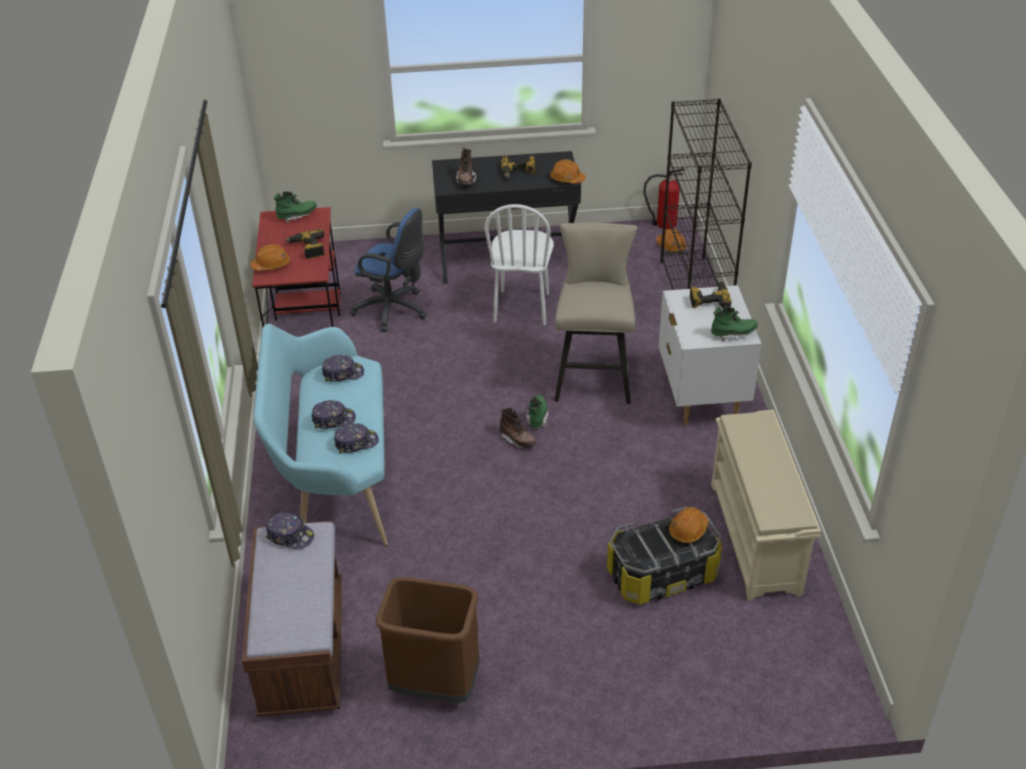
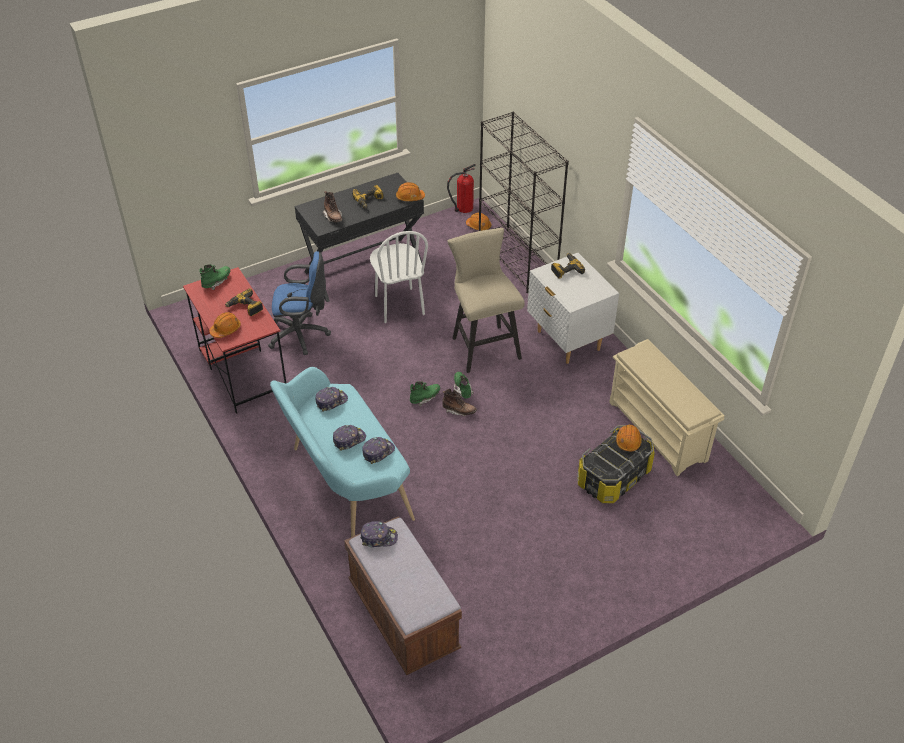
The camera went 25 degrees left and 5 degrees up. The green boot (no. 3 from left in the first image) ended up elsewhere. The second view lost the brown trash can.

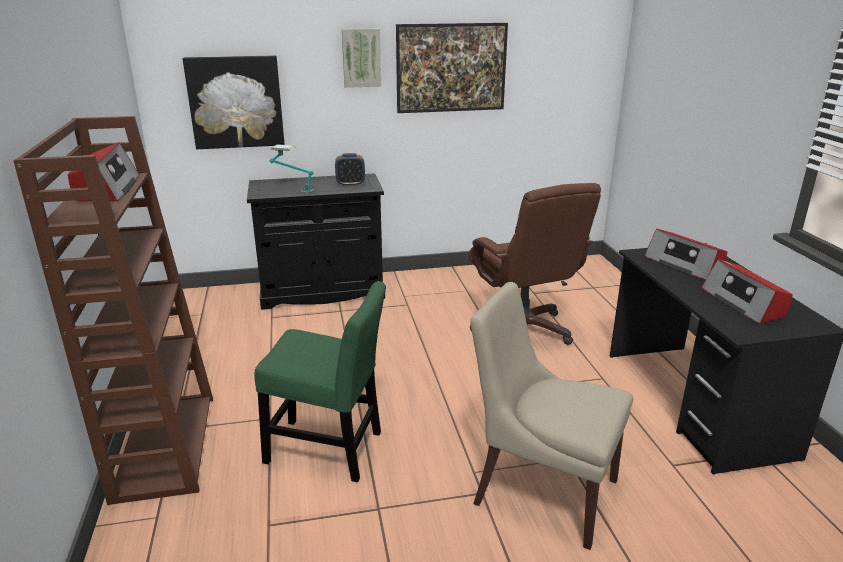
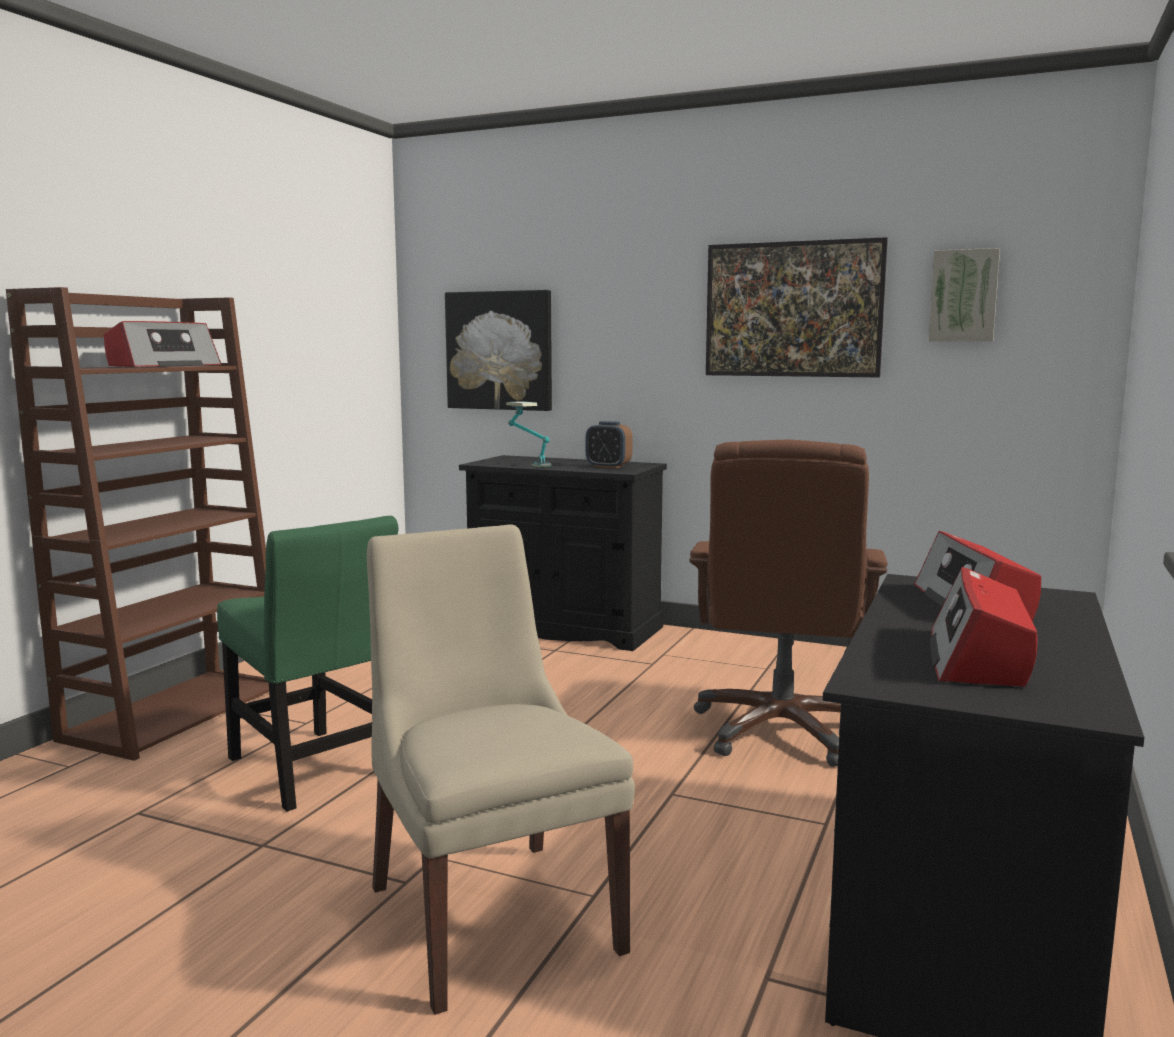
The camera went 35 degrees right and 15 degrees down. The picture (no. 2 from left in the first image) ended up elsewhere.

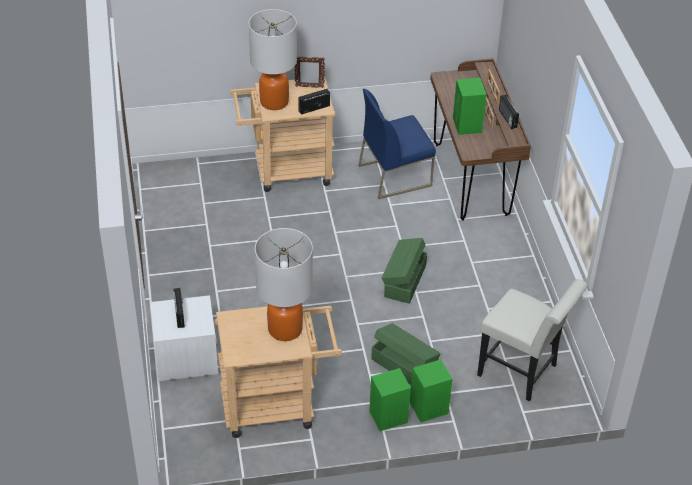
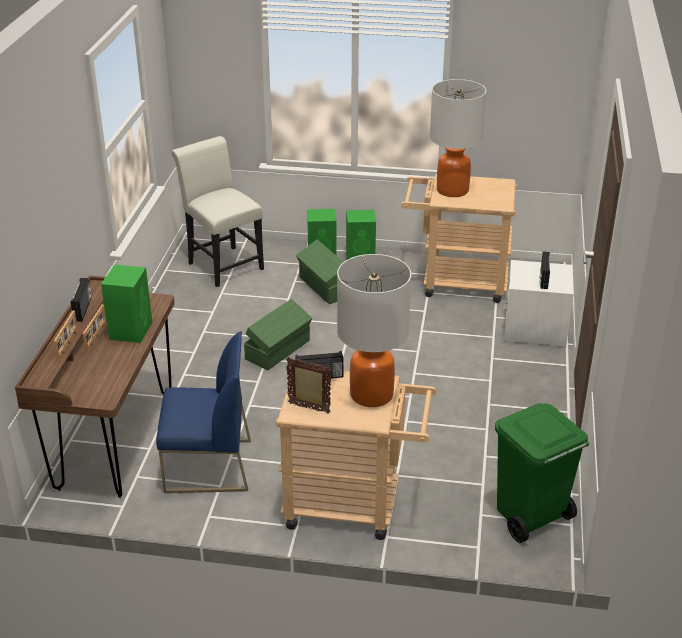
The camera went 160 degrees left and 10 degrees down. The second view gained the green trash can.

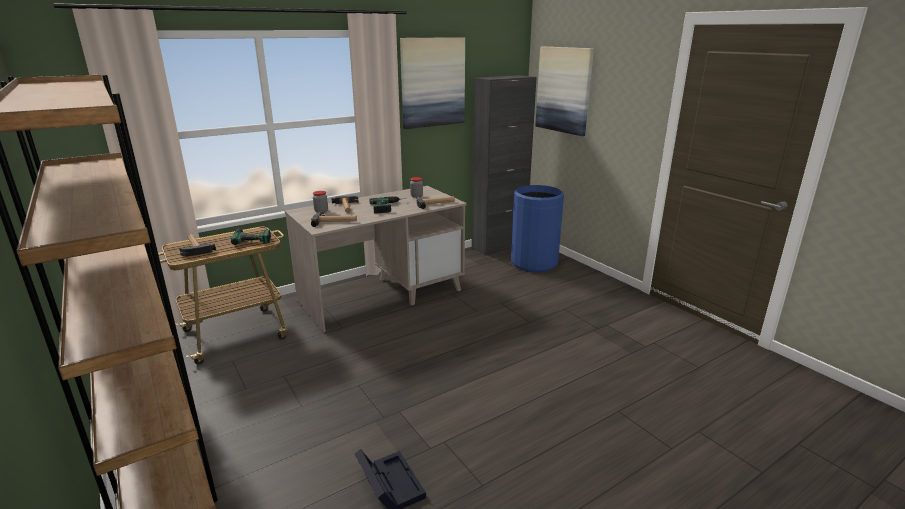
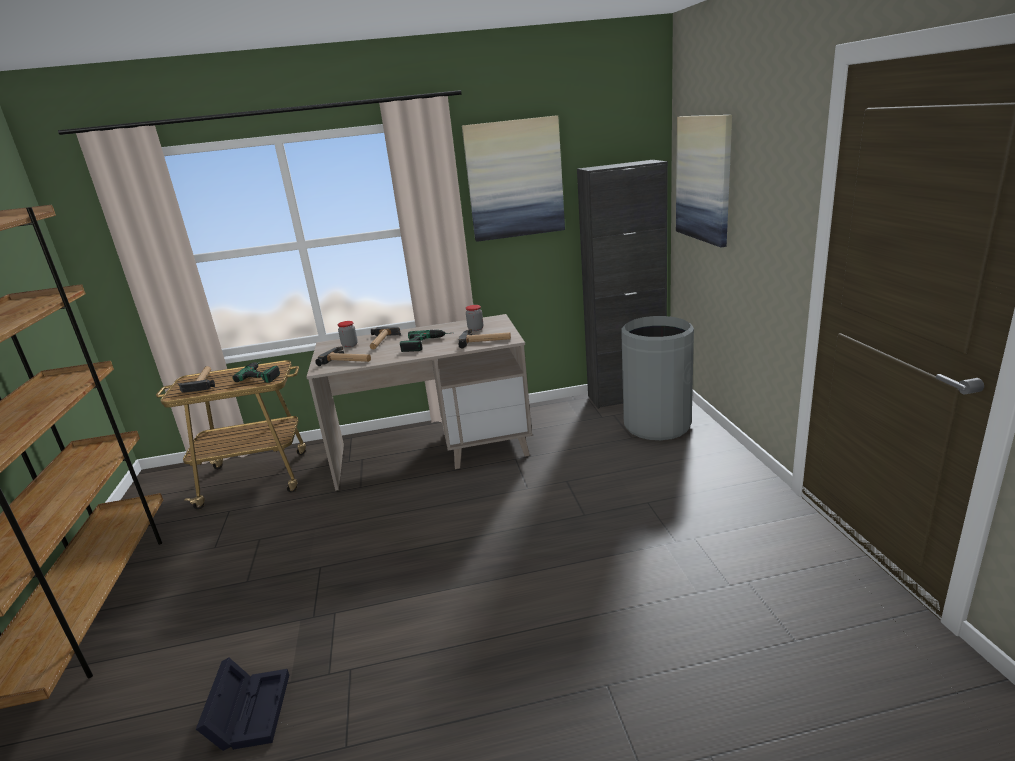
The camera went 25 degrees right and 0 degrees up. What was the blue trash can turned into the grey trash can.

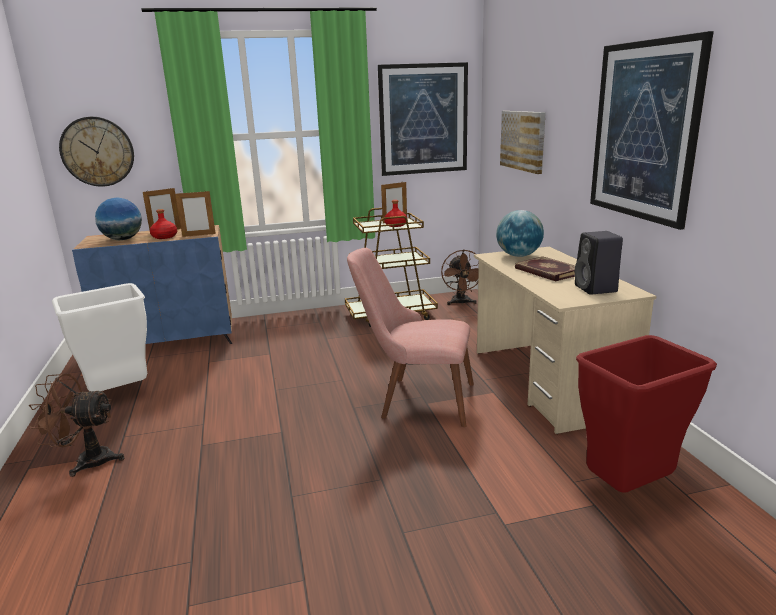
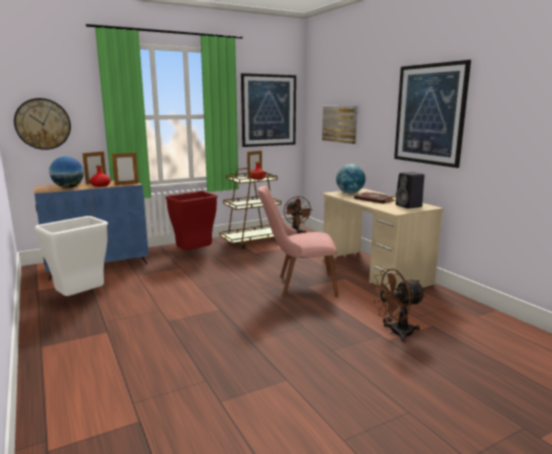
The camera went 15 degrees left and 5 degrees down. The red trash can ended up elsewhere. The brown fan (no. 1 from left in the first image) ended up elsewhere.

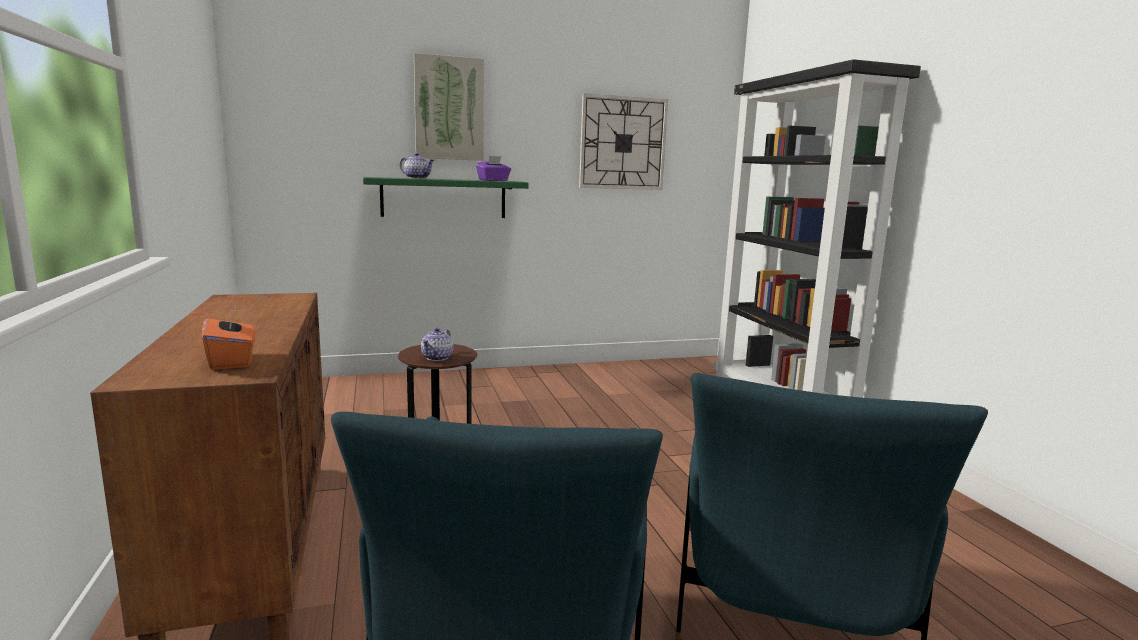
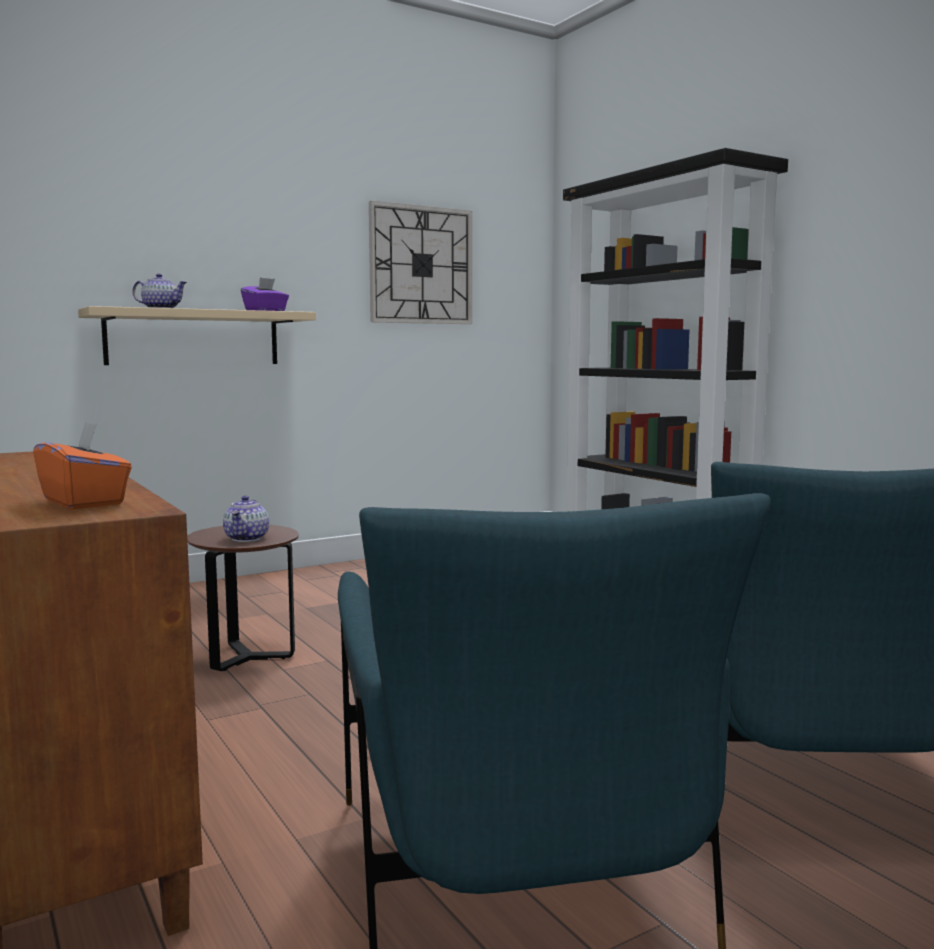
The camera went 15 degrees left and 5 degrees down. What was the green shelf turned into the beige shelf. The second view lost the picture.

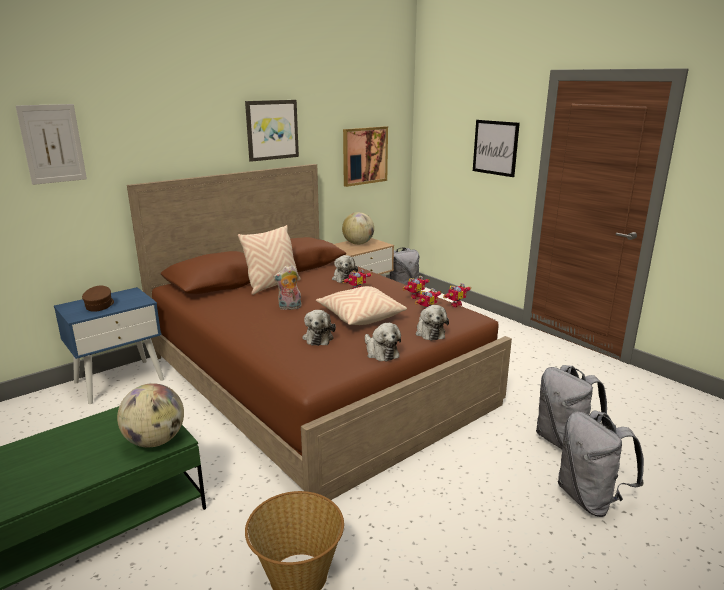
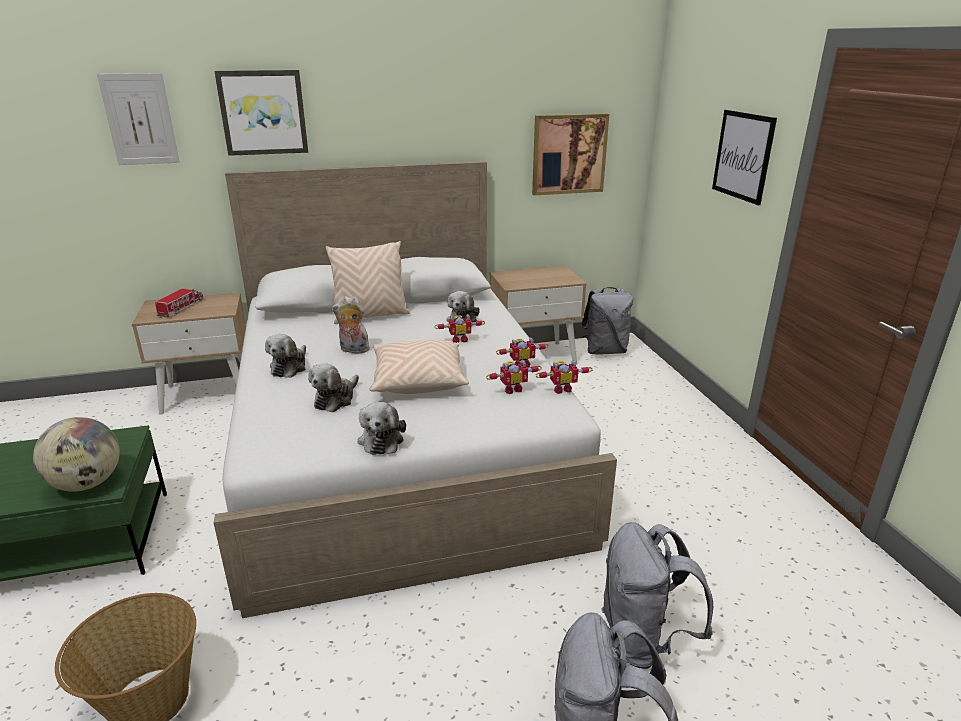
The camera went 25 degrees right and 5 degrees up. What was the blue nightstand turned into the beige nightstand (no. 1 from left). Where the brown cap stood, the toy truck came to stand. The picture (no. 2 from left) ended up elsewhere. What was the brown bed turned into the white bed. The plush toy (no. 5 from left in the first image) ended up elsewhere. The second view lost the globe (no. 2 from left).

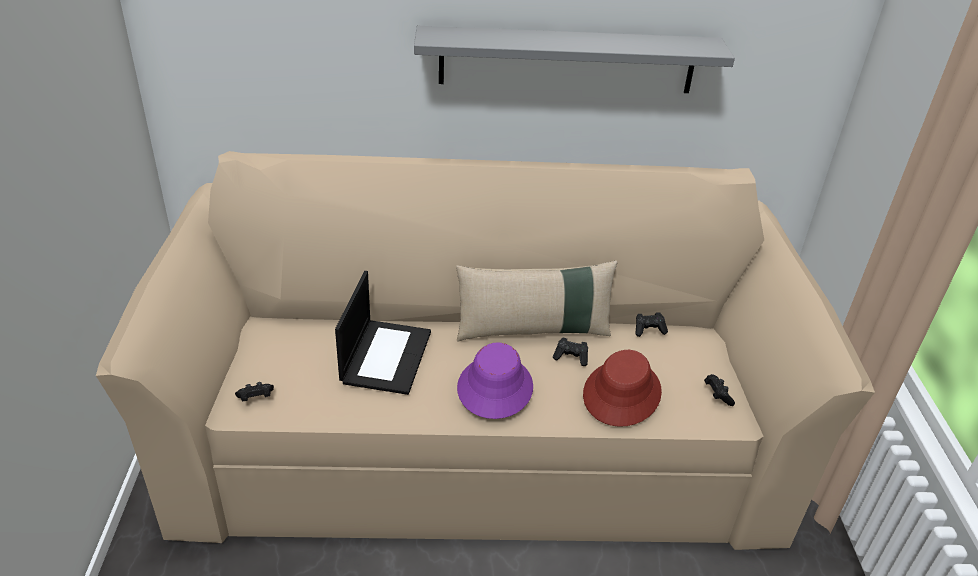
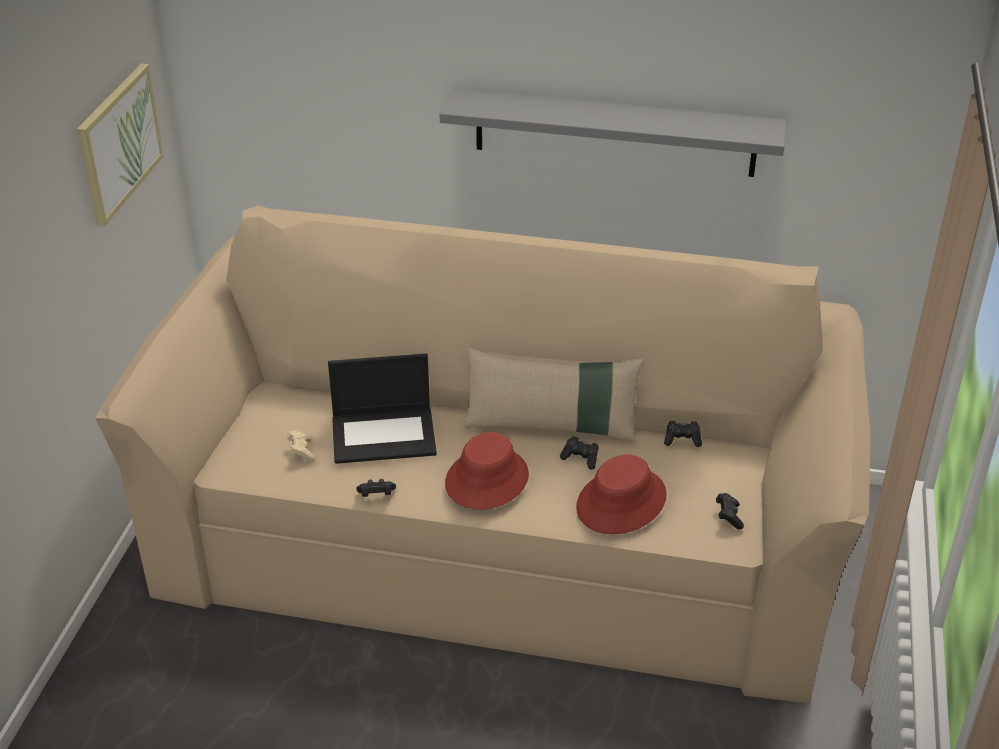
The camera went 15 degrees right and 0 degrees up. The second view gained the picture. The second view gained the beige game controller. The laptop ended up facing another way, 60 degrees clockwise from before. The black game controller (no. 1 from left) ended up elsewhere. What was the purple hat turned into the red hat (no. 1 from left).

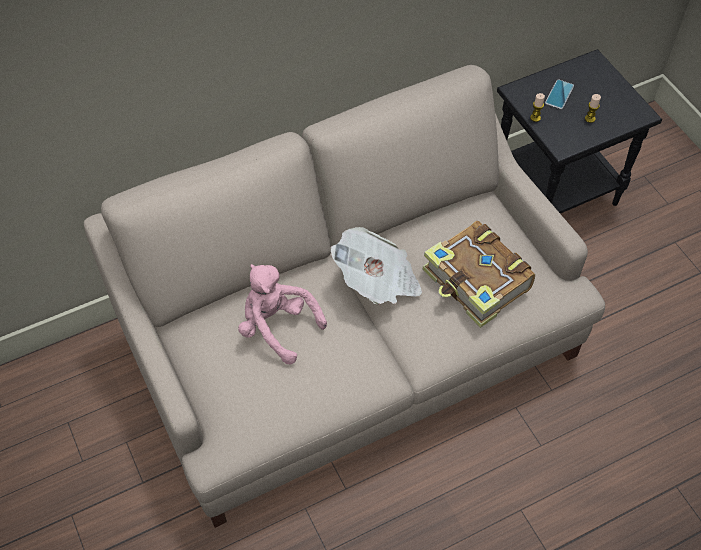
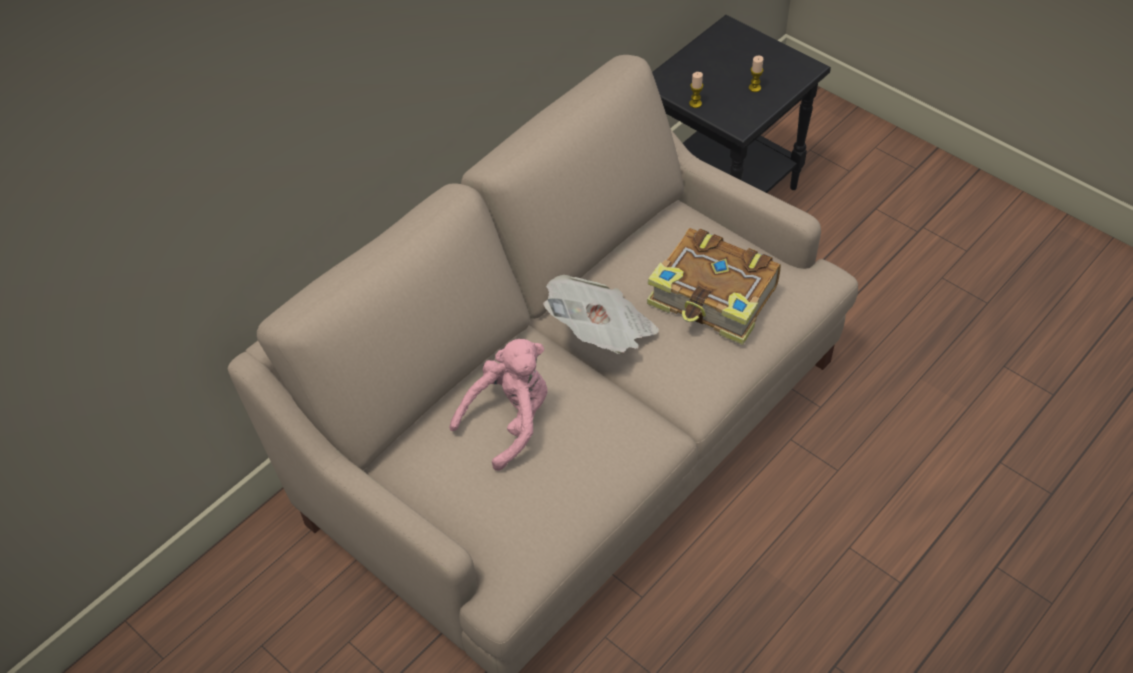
The camera went 20 degrees left and 5 degrees down. The pink plush toy ended up facing another way, 120 degrees clockwise from before. The second view lost the phone.

